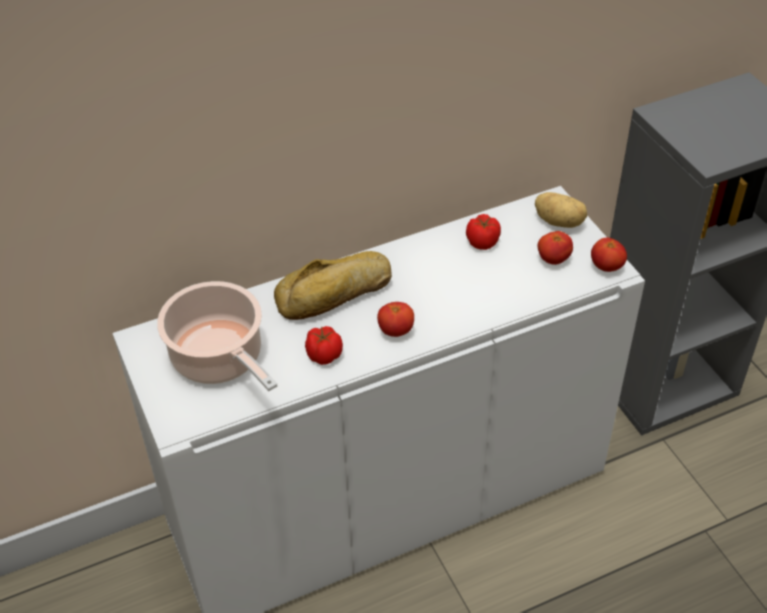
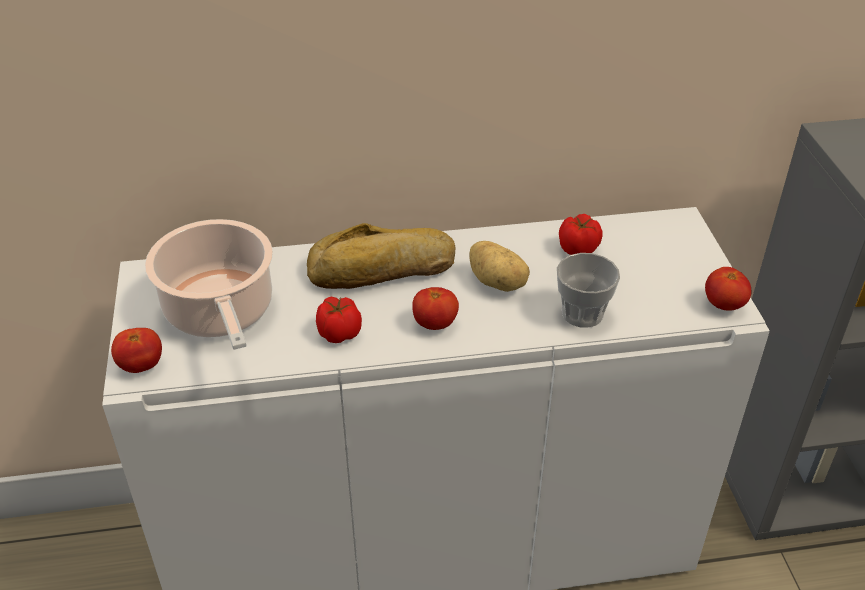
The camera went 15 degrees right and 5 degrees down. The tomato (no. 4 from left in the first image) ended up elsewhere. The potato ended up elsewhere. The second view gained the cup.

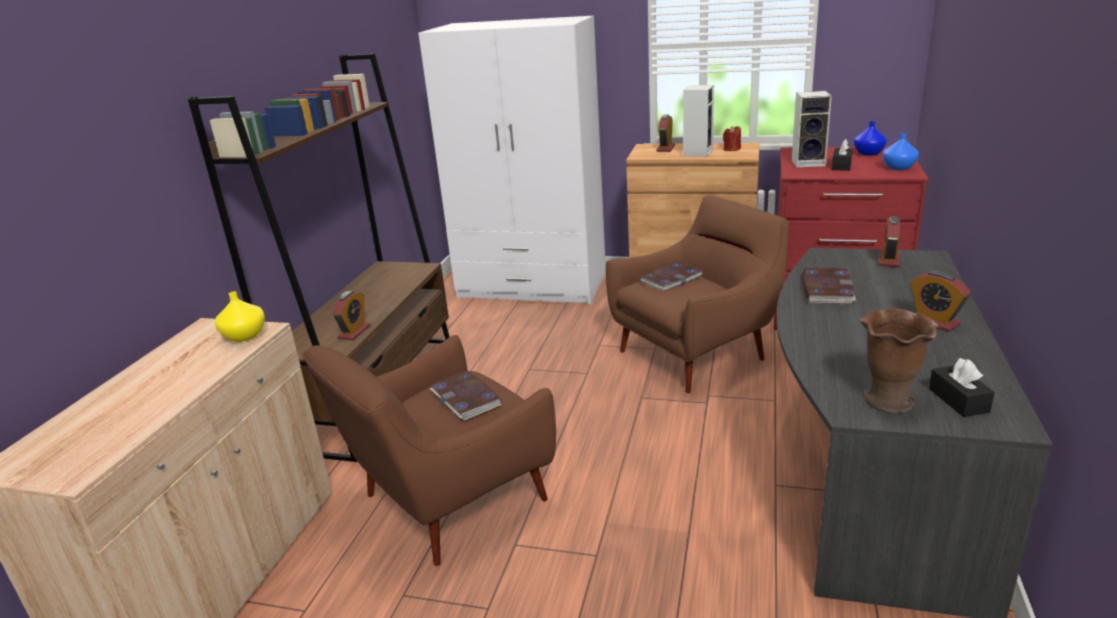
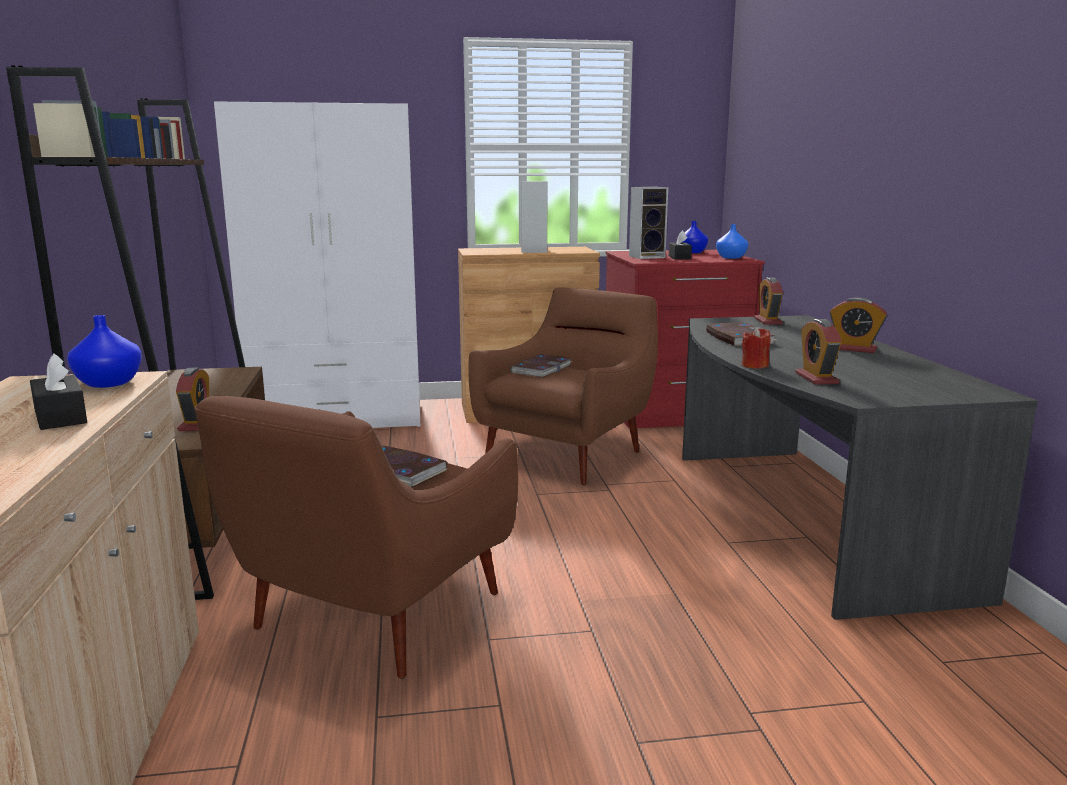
The camera went 25 degrees left and 10 degrees down. The black tissue box (no. 2 from left in the first image) ended up elsewhere. What was the yellow vase turned into the blue vase (no. 1 from left). The red candle ended up elsewhere. The alarm clock (no. 2 from left in the first image) ended up elsewhere. The second view lost the brown vase.

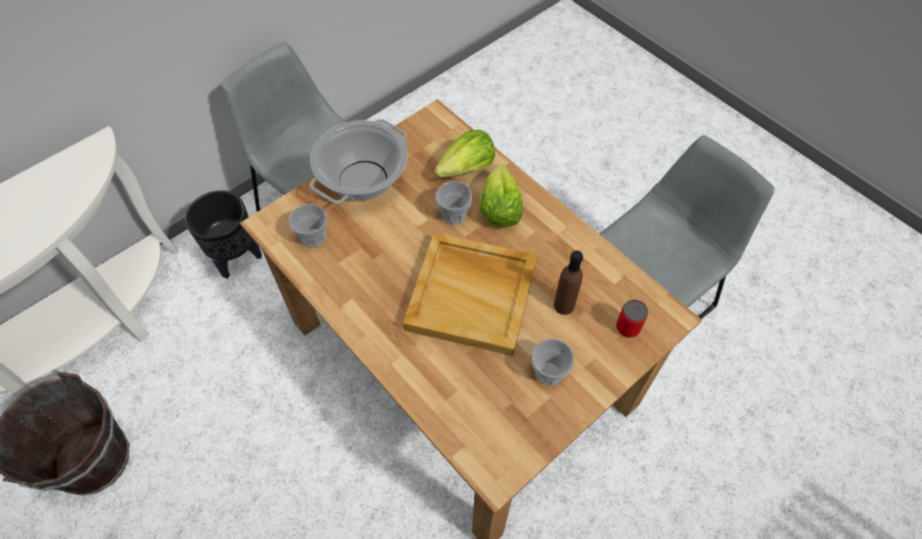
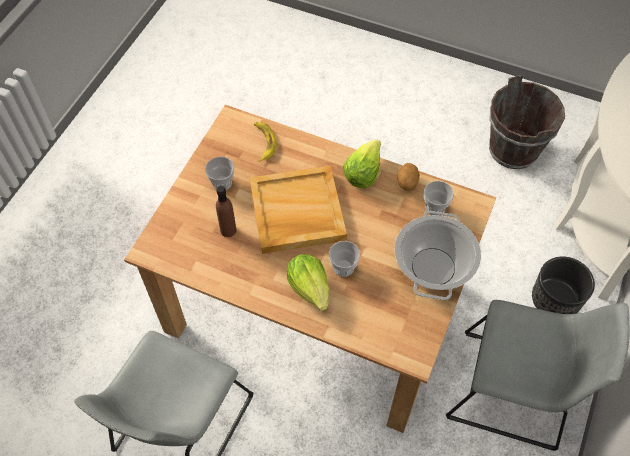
The camera went 155 degrees right and 0 degrees up. The second view gained the banana. The lettuce (no. 1 from left in the first image) ended up elsewhere. The second view gained the potato. The second view lost the can.

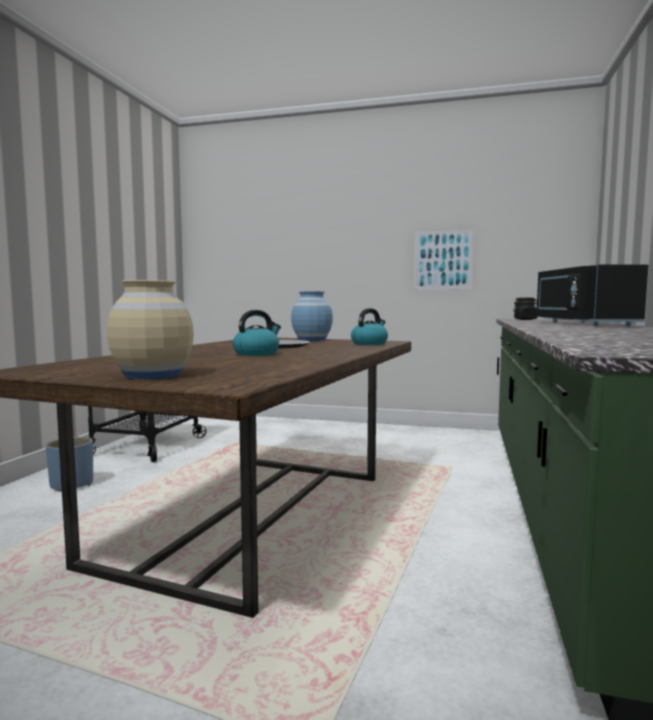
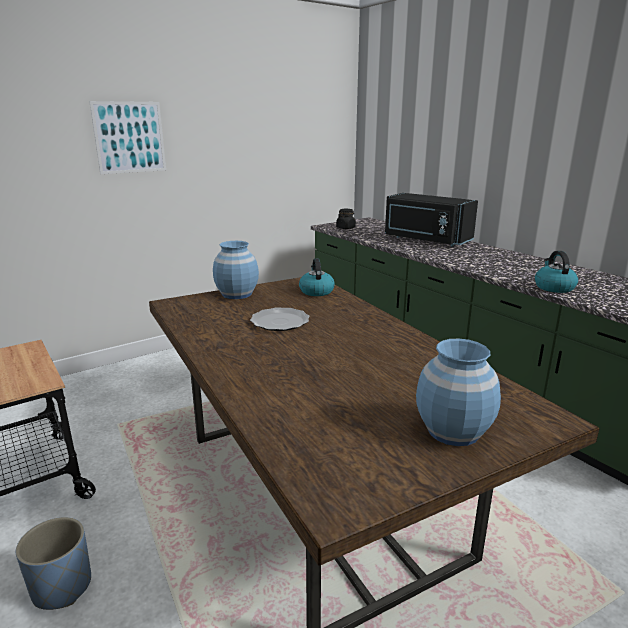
The camera went 50 degrees left and 15 degrees up. The picture ended up elsewhere. What was the beige vase turned into the blue vase (no. 2 from left). The kettle (no. 1 from left in the first image) ended up elsewhere.

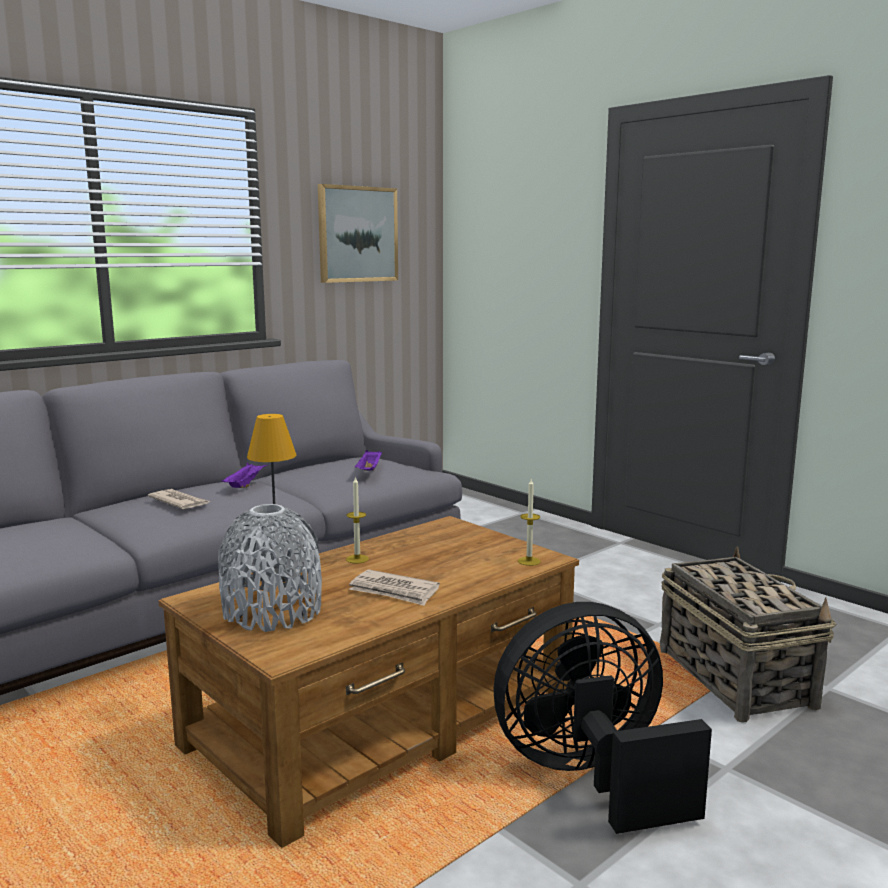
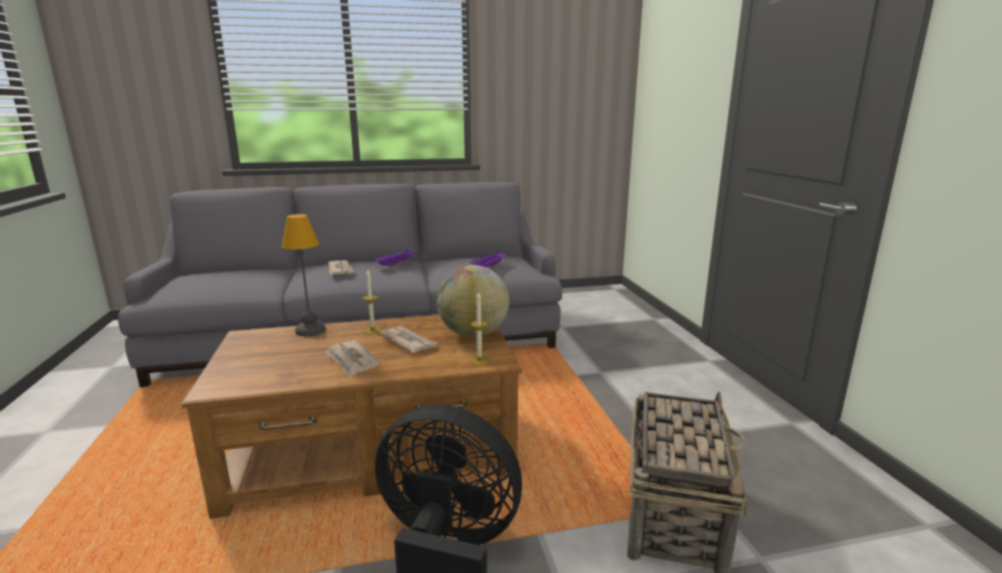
The camera went 30 degrees right and 5 degrees up. The second view gained the newspaper (no. 3 from left). The second view gained the globe. The second view lost the grey vase. The second view lost the picture.

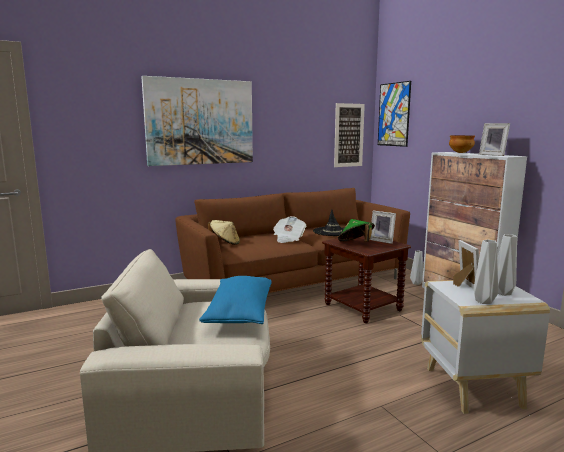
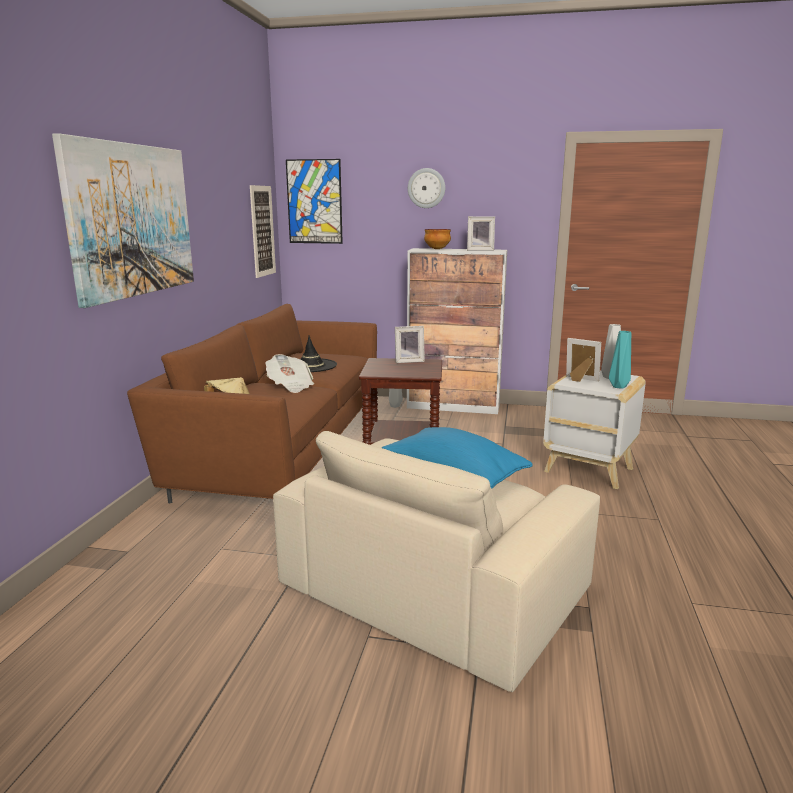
The camera went 50 degrees left and 5 degrees up. The second view gained the wall clock. What was the grey vase (no. 2 from left) turned into the turquoise vase. The second view lost the green hat.

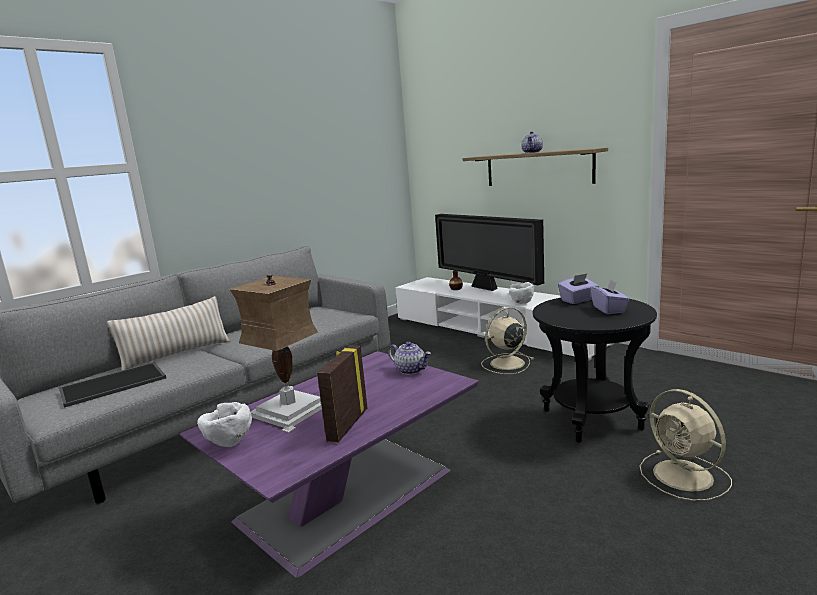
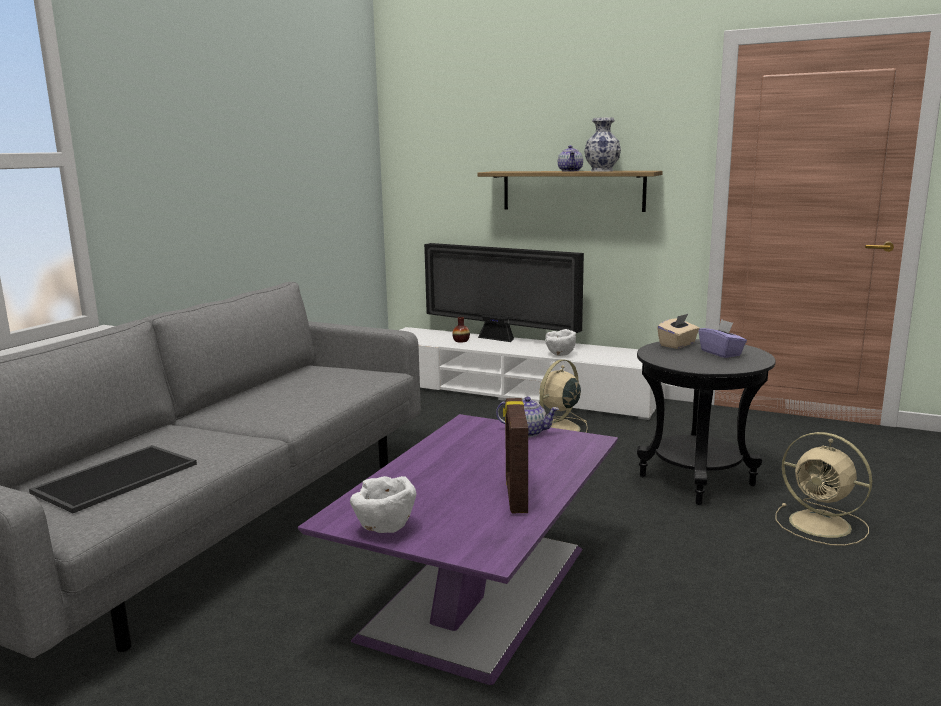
The camera went 20 degrees left and 0 degrees up. The second view gained the vase (no. 2 from left). What was the purple tissue box (no. 1 from left) turned into the beige tissue box. The second view lost the beige pillow. The second view lost the table lamp.

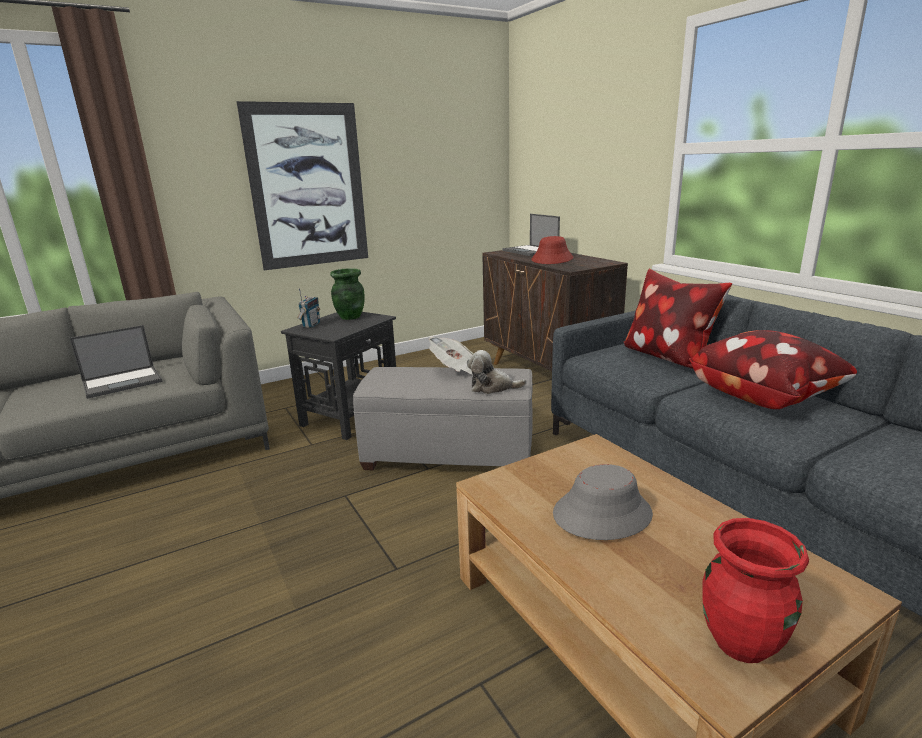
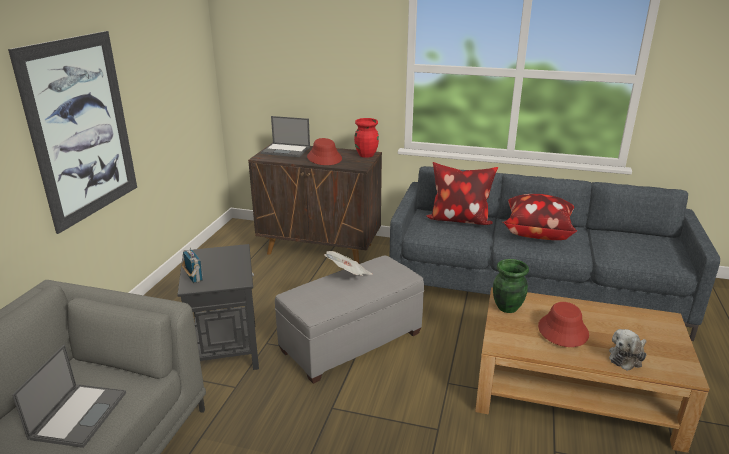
The camera went 45 degrees left and 5 degrees up. The red vase ended up elsewhere. The green vase ended up elsewhere. What was the grey hat turned into the red hat (no. 2 from left). The plush toy ended up elsewhere.

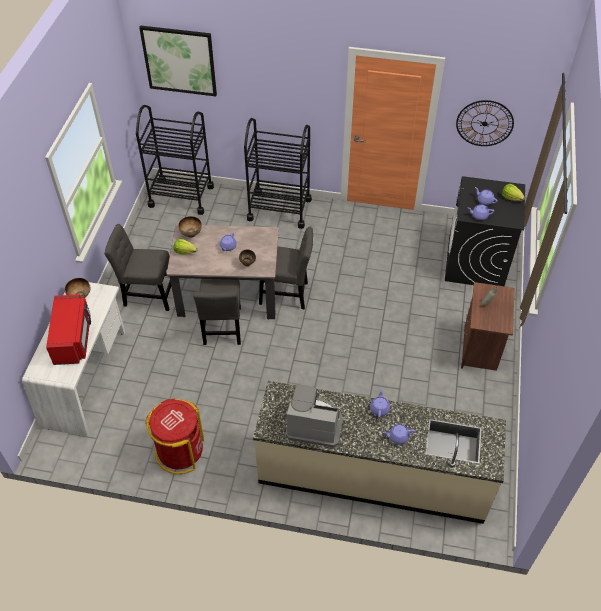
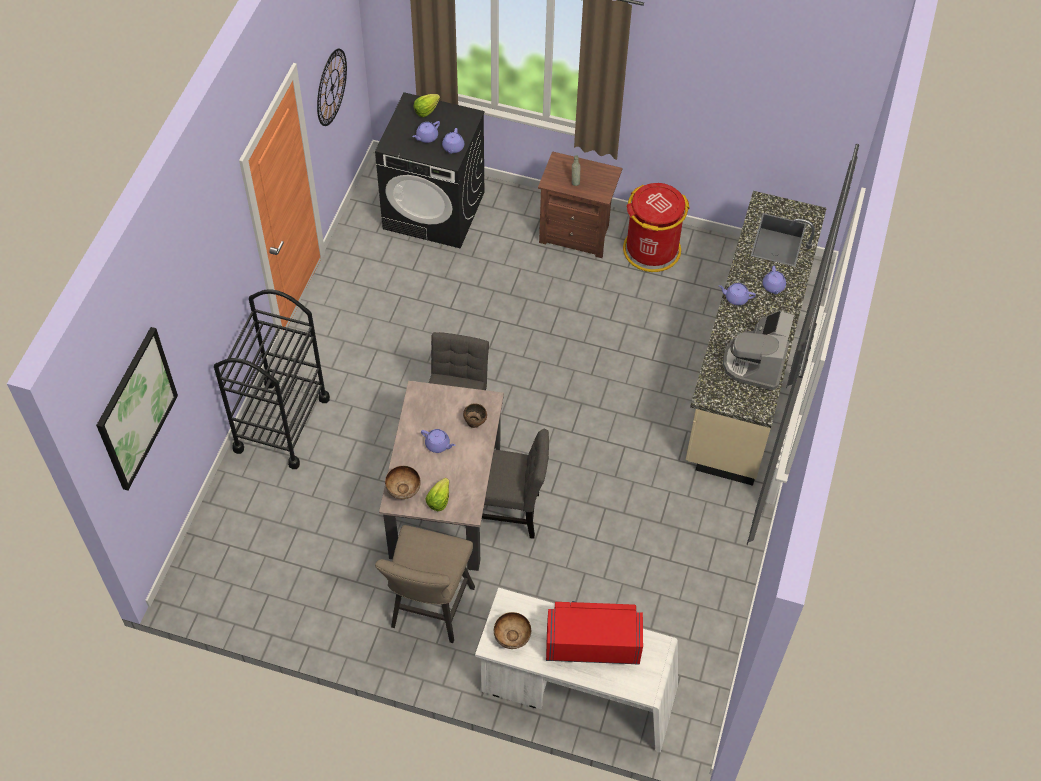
The camera went 85 degrees left and 5 degrees up. Where the grey chair (no. 1 from left) stood, the beige stool came to stand. The red trash can ended up elsewhere. The second view lost the black cart (no. 1 from left).

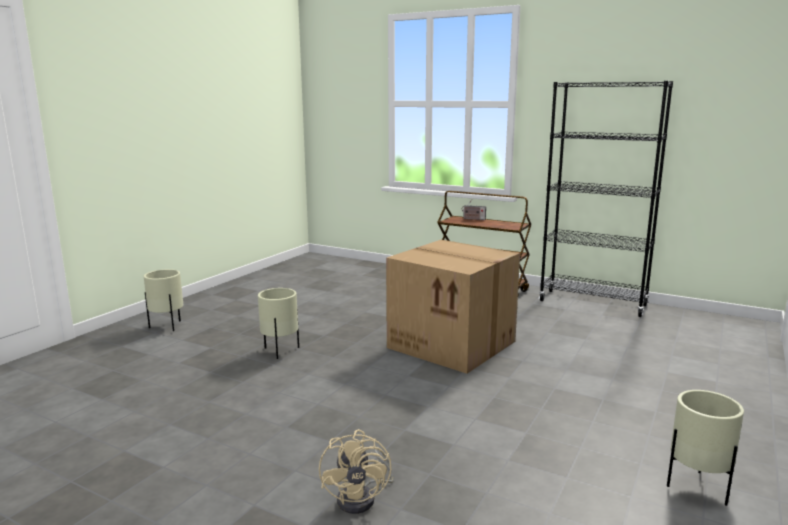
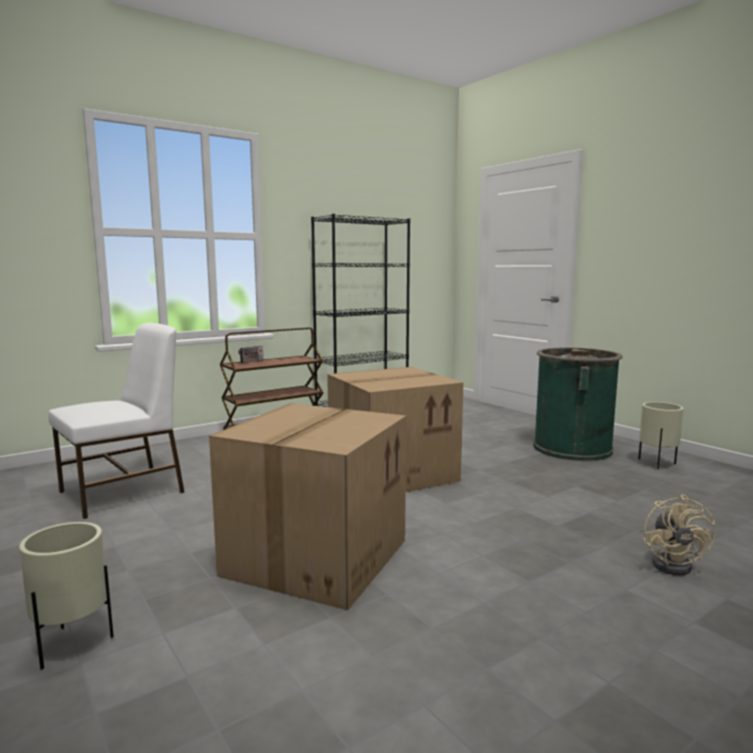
The camera went 65 degrees left and 5 degrees down. The second view gained the white chair. Where the beige planter (no. 2 from left) stood, the cardboard box (no. 1 from left) came to stand. The second view gained the green trash can. The beige fan ended up facing another way, 75 degrees clockwise from before.

